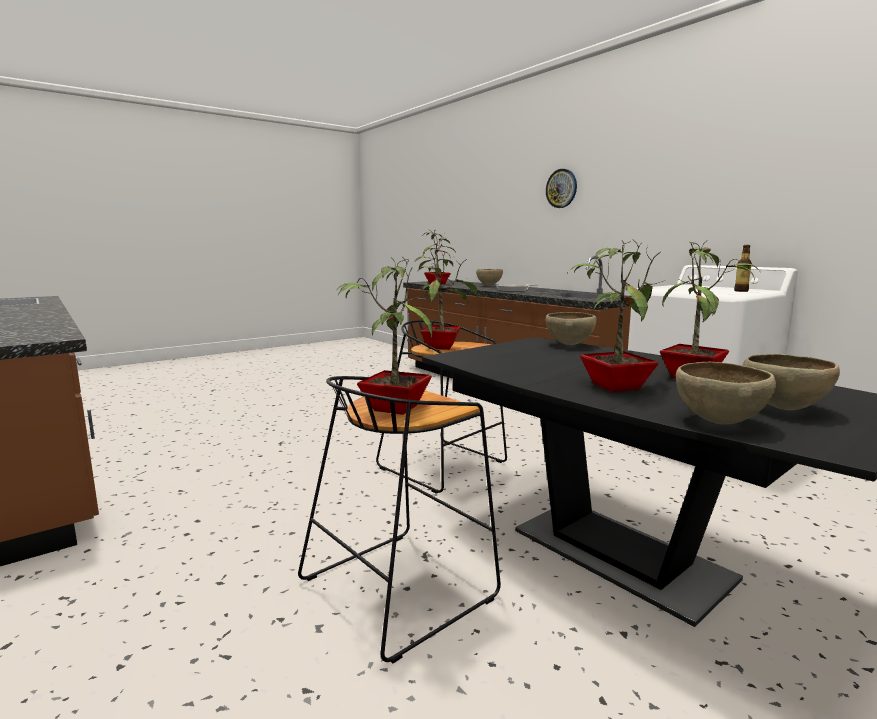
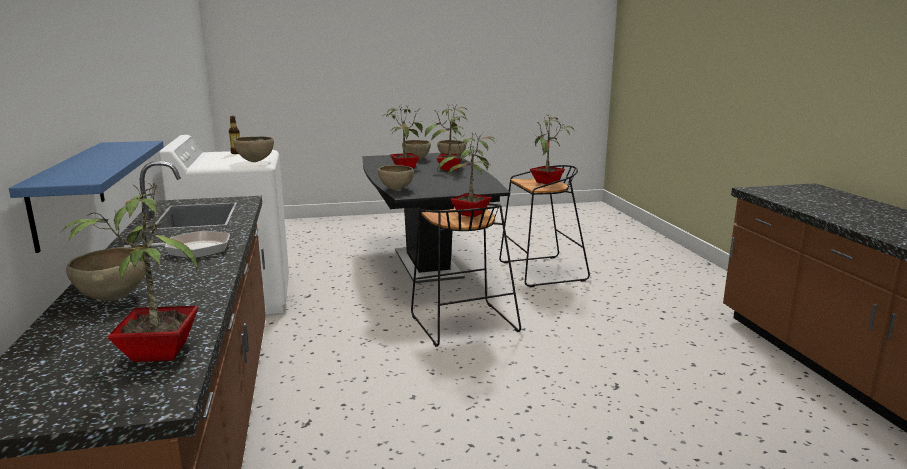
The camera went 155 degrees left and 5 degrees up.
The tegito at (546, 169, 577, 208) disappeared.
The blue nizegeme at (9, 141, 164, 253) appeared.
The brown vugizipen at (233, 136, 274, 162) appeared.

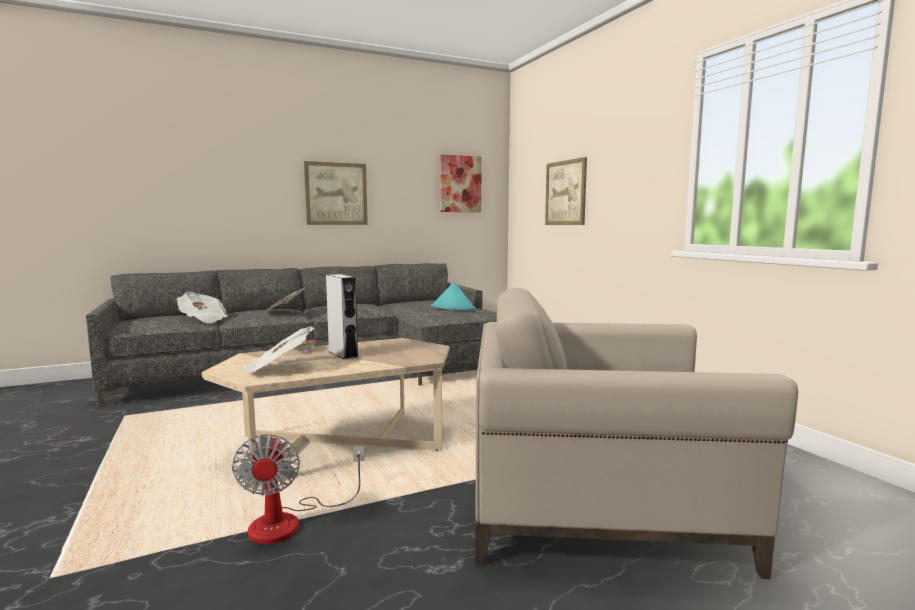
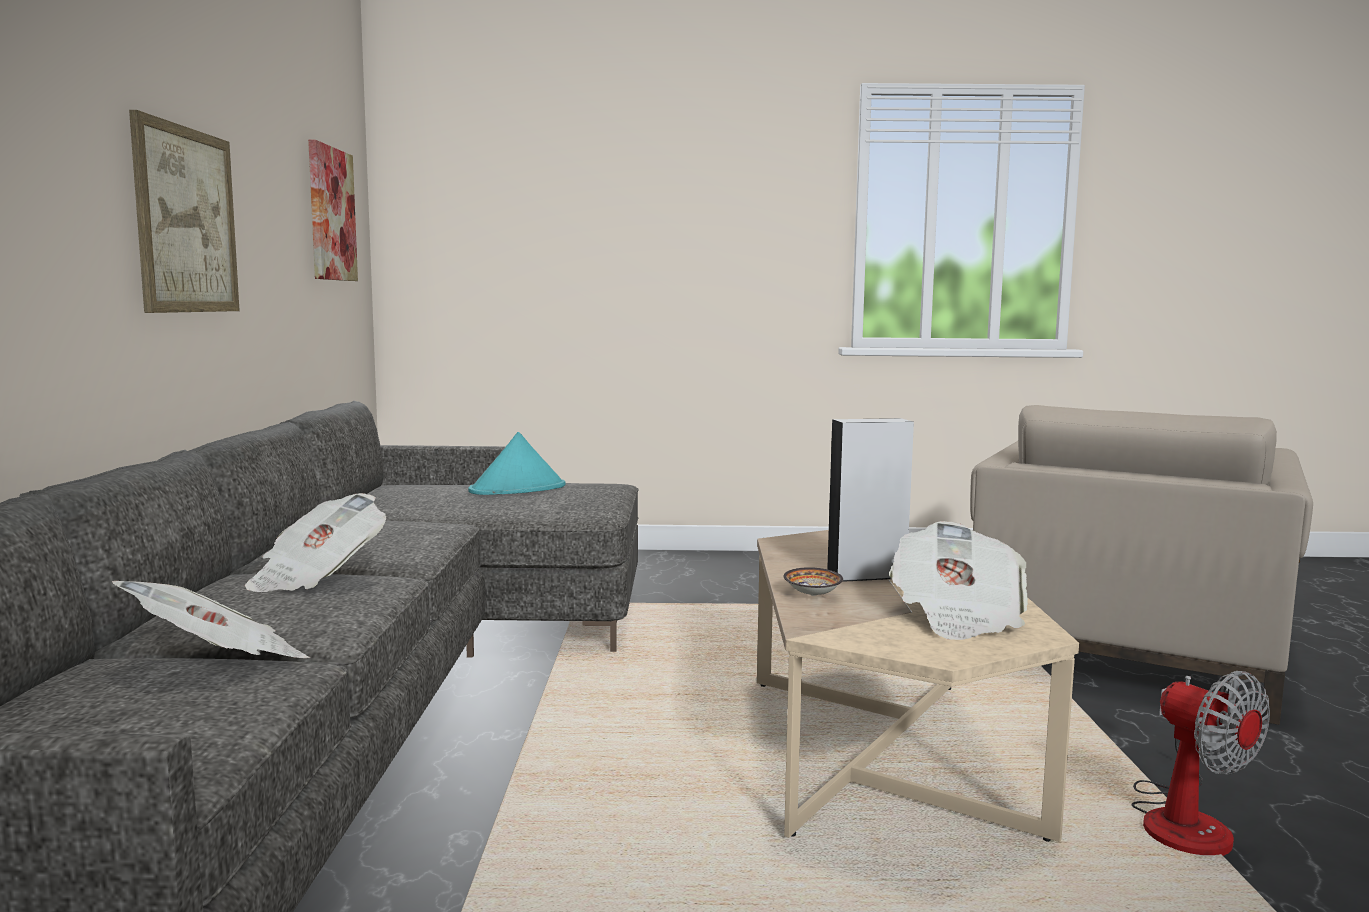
The camera went 65 degrees left and 0 degrees up.
The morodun at (545, 157, 587, 225) disappeared.
The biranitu at (232, 434, 364, 544) turned 45 degrees clockwise.

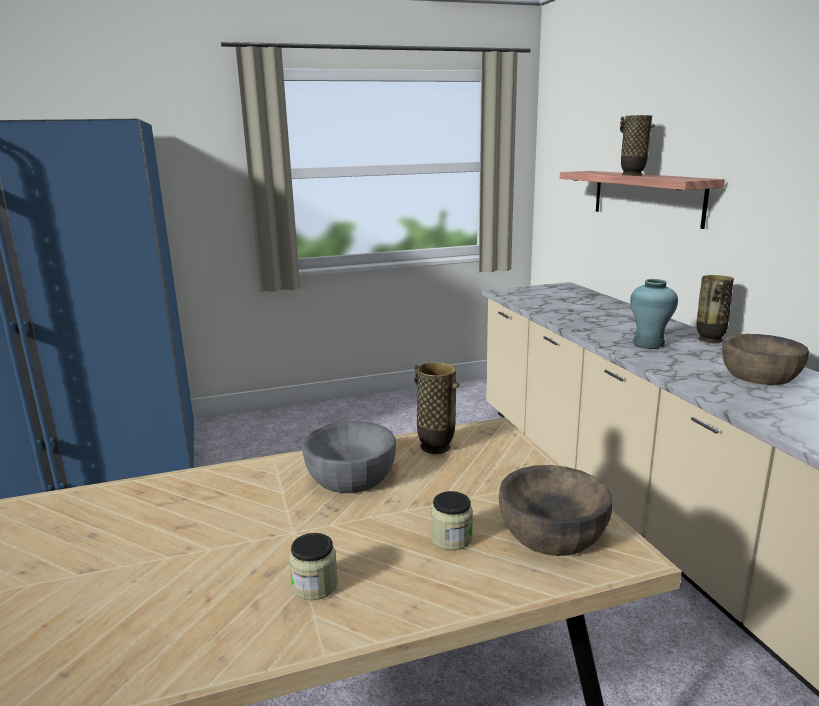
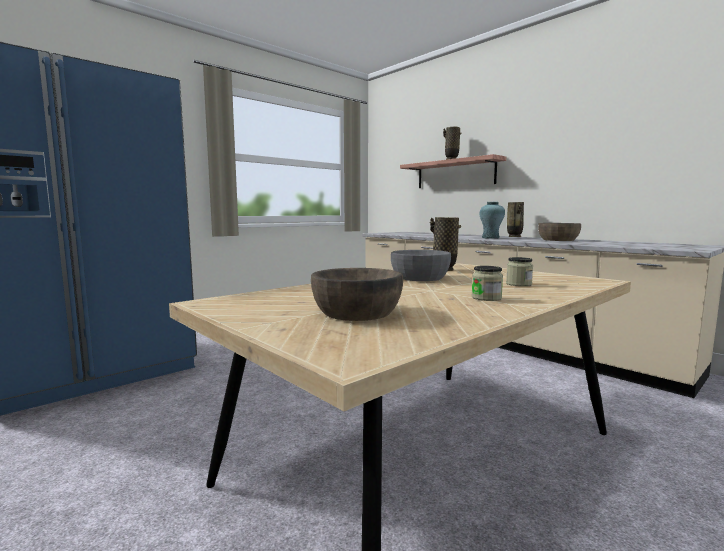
The camera went 25 degrees left and 10 degrees down.
The brown vugizipen moved from (499, 465, 612, 556) to (311, 268, 403, 321).

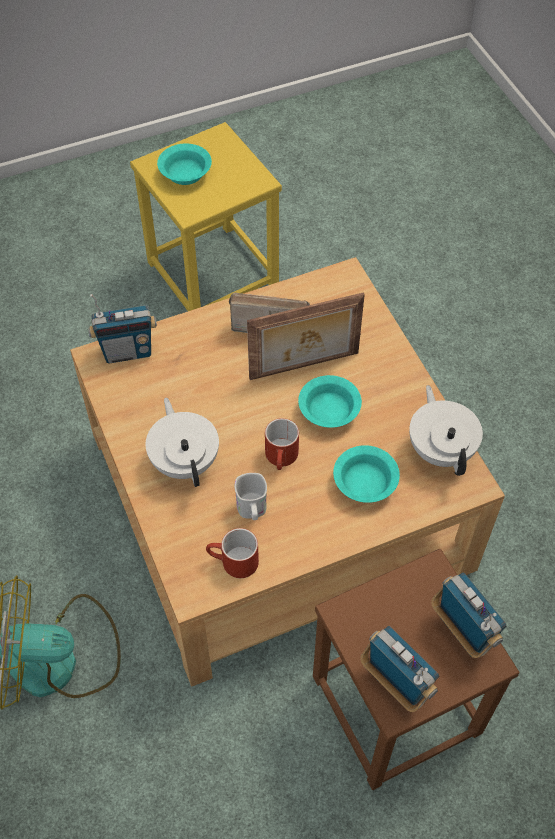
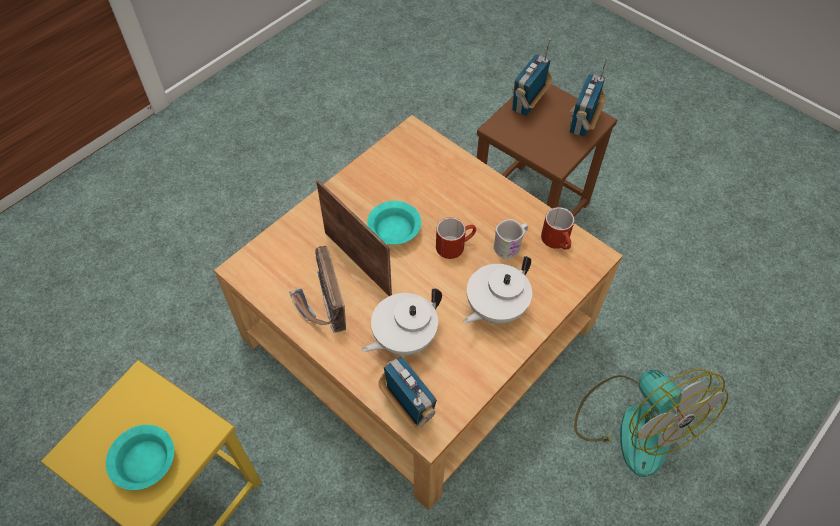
The camera went 115 degrees left and 0 degrees up.
The turquoise vugizipen at (333, 445, 400, 503) disappeared.
The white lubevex moved from (409, 385, 483, 476) to (362, 288, 442, 355).

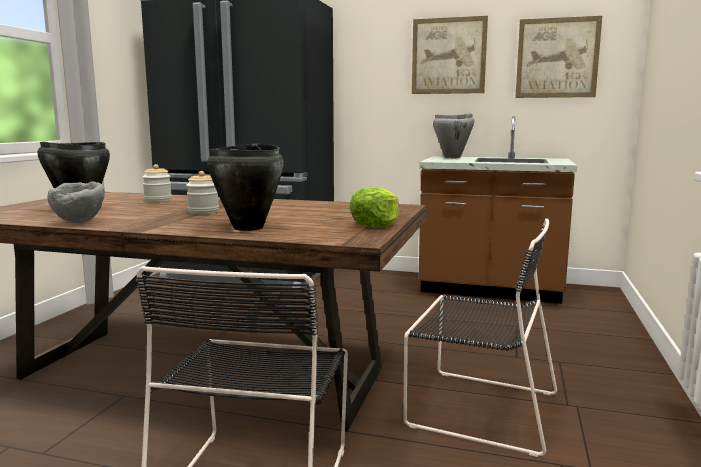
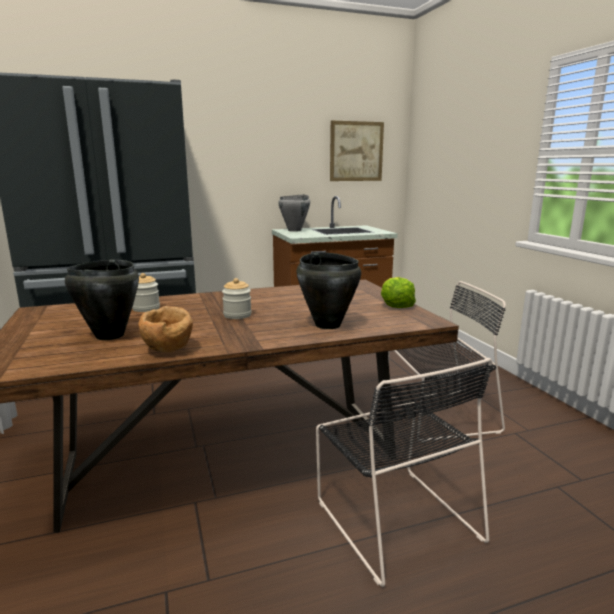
The camera went 35 degrees left and 5 degrees up.
The morodun at (412, 16, 488, 94) disappeared.
The grey vugizipen at (47, 181, 105, 223) became the brown vugizipen at (138, 306, 193, 353).

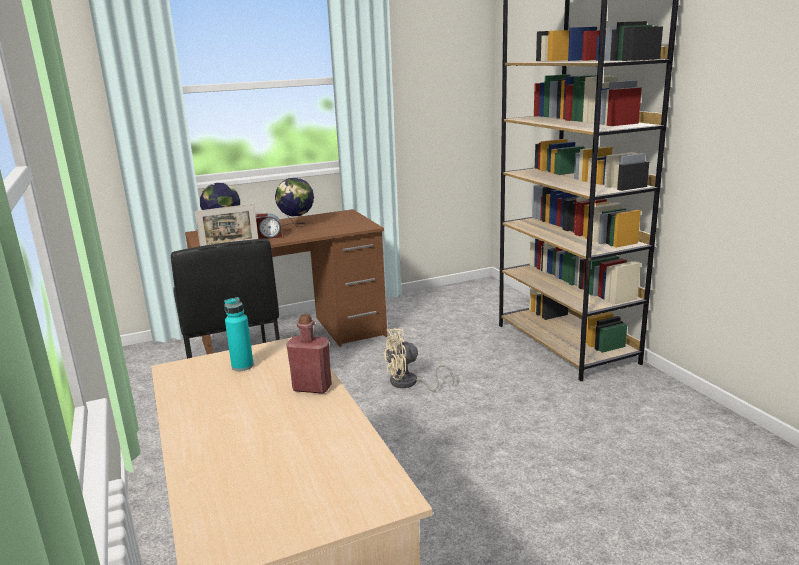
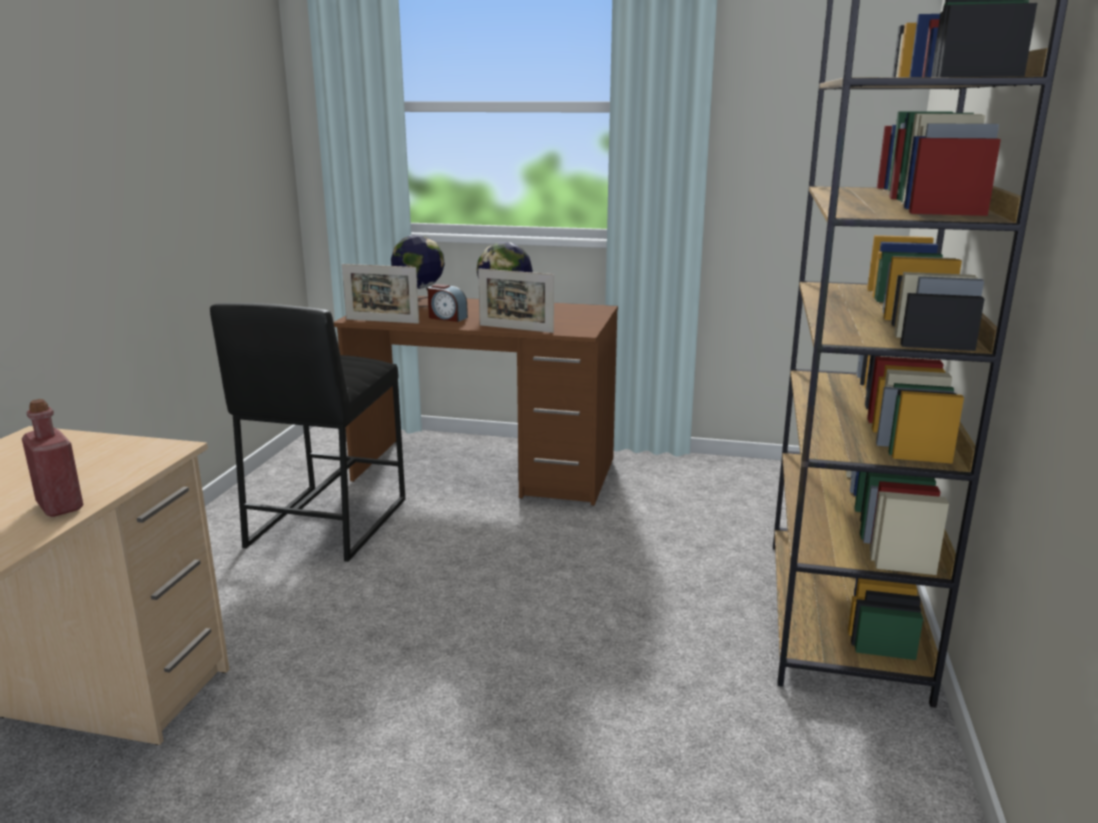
The camera went 35 degrees right and 0 degrees up.
The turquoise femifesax at (224, 297, 254, 371) disappeared.
The beige biranitu at (383, 328, 454, 391) disappeared.
The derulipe at (478, 268, 554, 333) appeared.

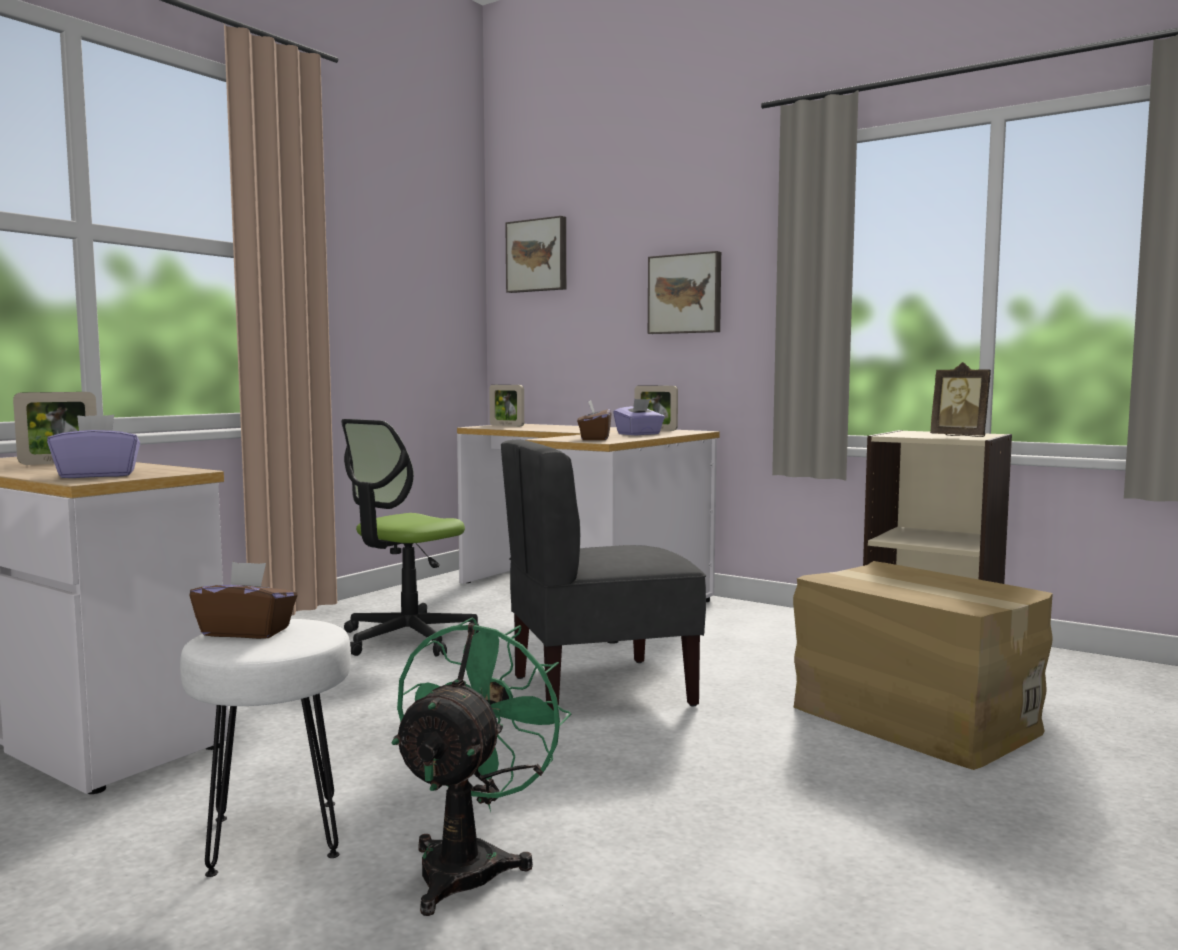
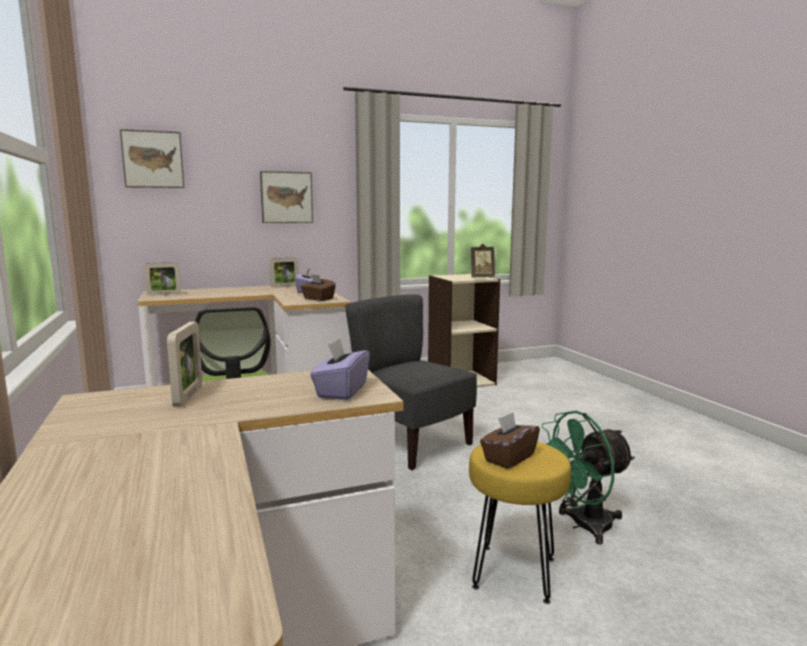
The camera went 55 degrees left and 5 degrees up.
The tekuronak at (793, 561, 1053, 770) disappeared.
The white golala at (180, 619, 351, 877) became the yellow golala at (469, 442, 571, 604).
The green biranitu at (391, 618, 571, 916) turned 75 degrees counterclockwise.
The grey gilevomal at (501, 440, 706, 711) turned 120 degrees clockwise.

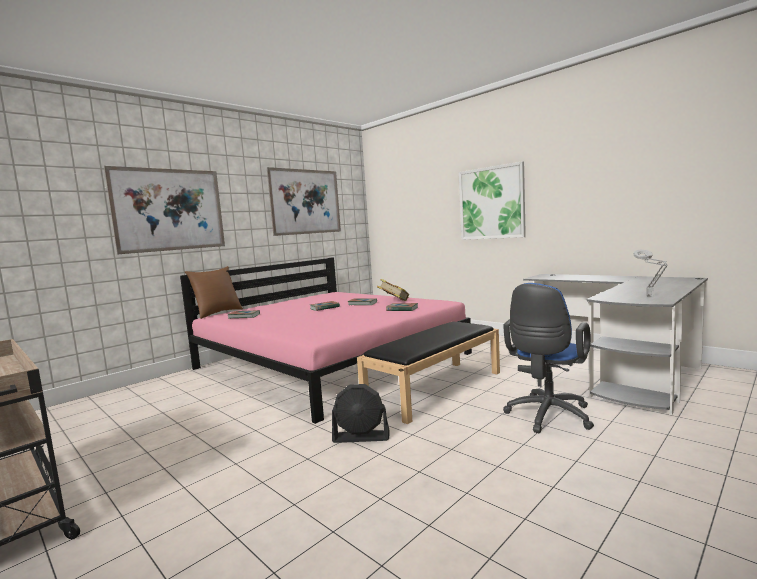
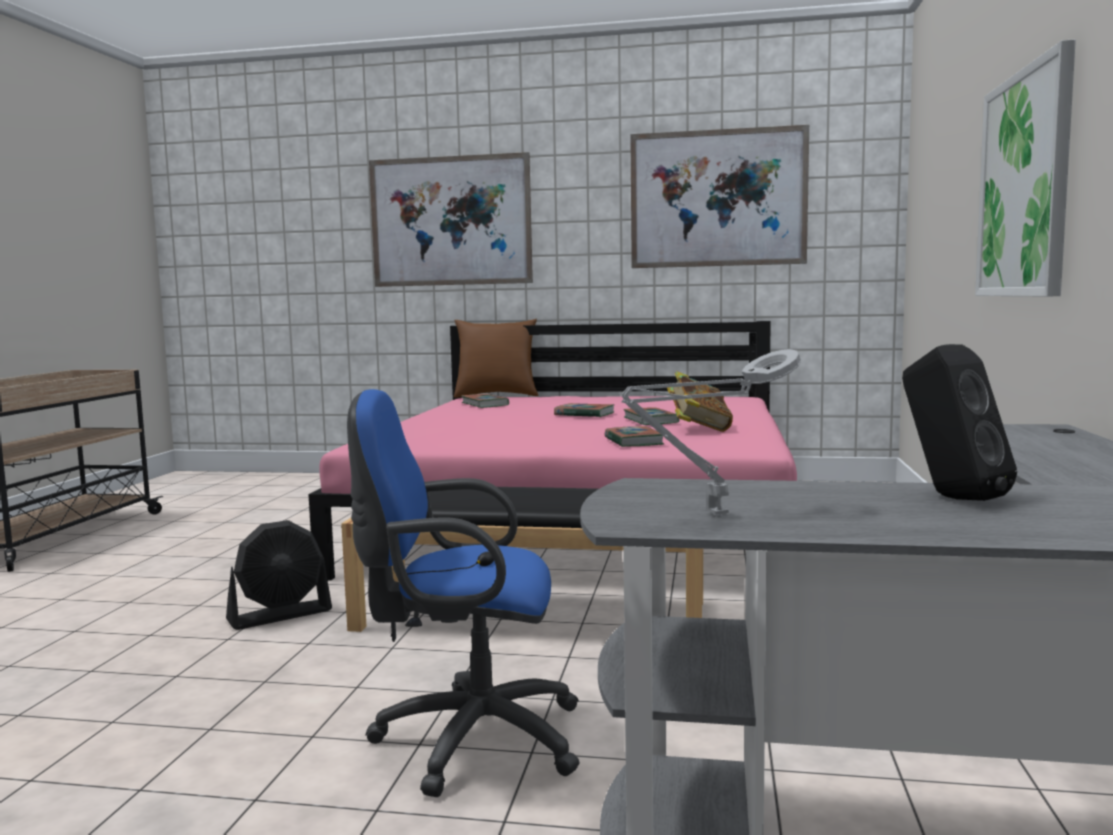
The camera went 55 degrees right and 0 degrees up.
The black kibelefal at (902, 344, 1017, 501) appeared.
The black biranitu at (332, 384, 390, 443) turned 90 degrees counterclockwise.

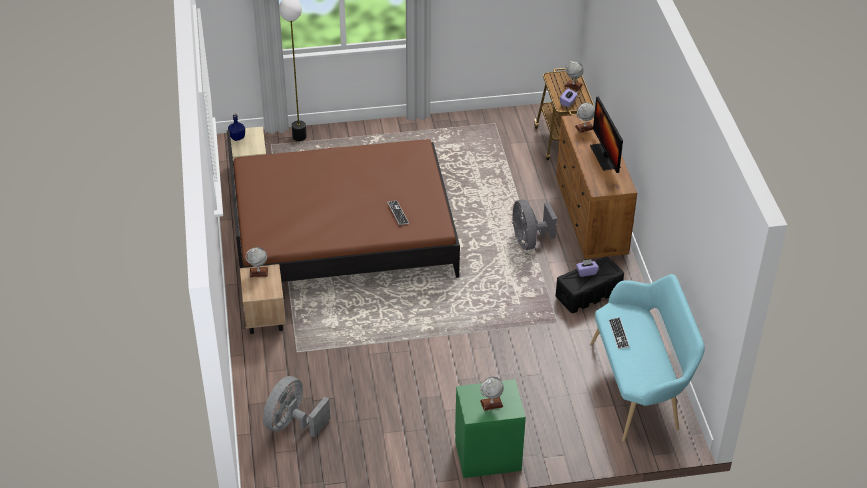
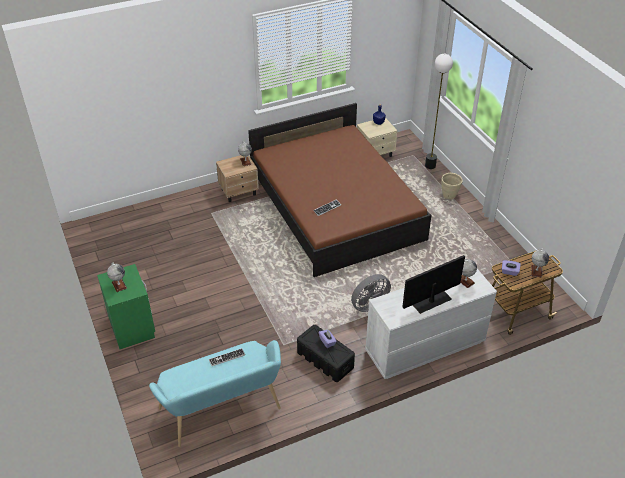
The camera went 75 degrees right and 0 degrees up.
The grey biranitu at (263, 376, 330, 438) disappeared.
The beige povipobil at (442, 173, 463, 199) appeared.
The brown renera at (556, 115, 637, 259) became the white renera at (365, 269, 497, 379).

